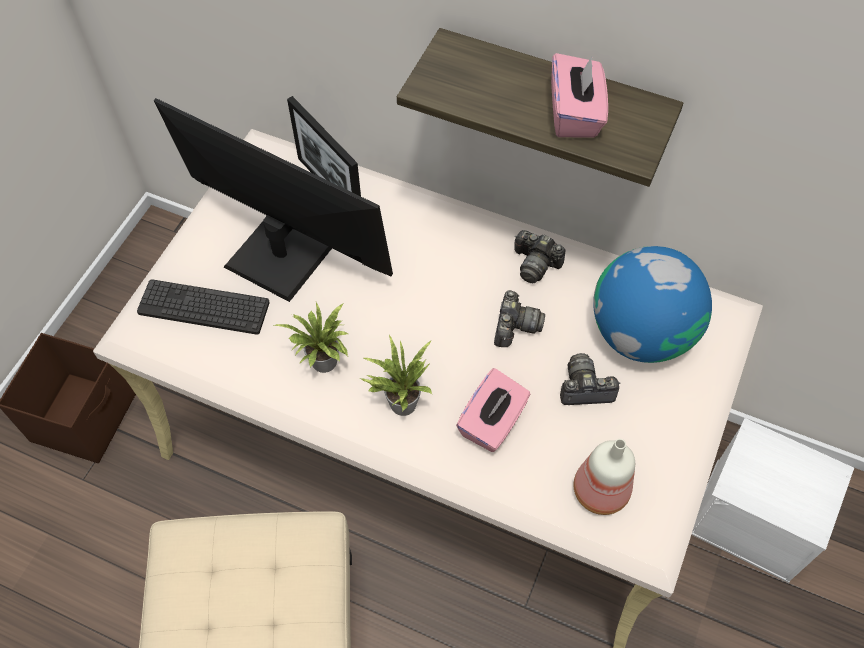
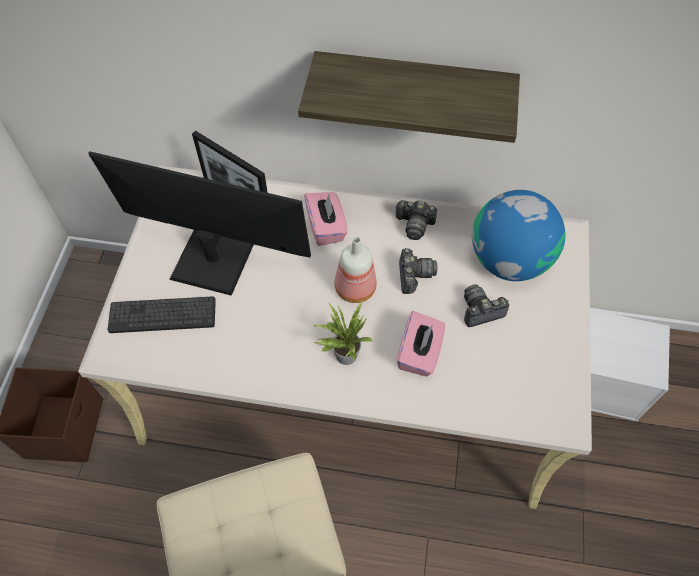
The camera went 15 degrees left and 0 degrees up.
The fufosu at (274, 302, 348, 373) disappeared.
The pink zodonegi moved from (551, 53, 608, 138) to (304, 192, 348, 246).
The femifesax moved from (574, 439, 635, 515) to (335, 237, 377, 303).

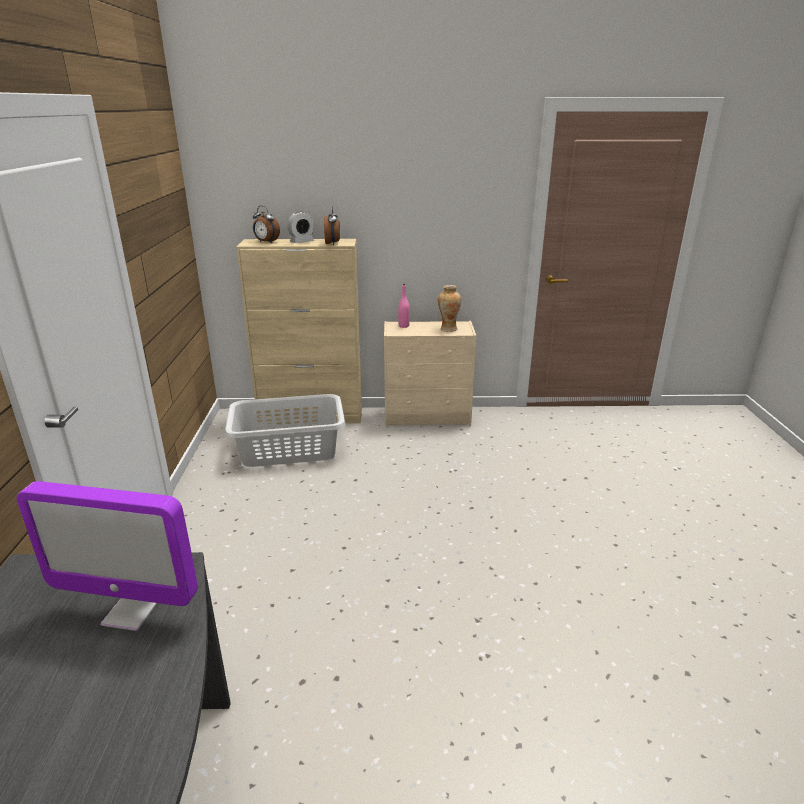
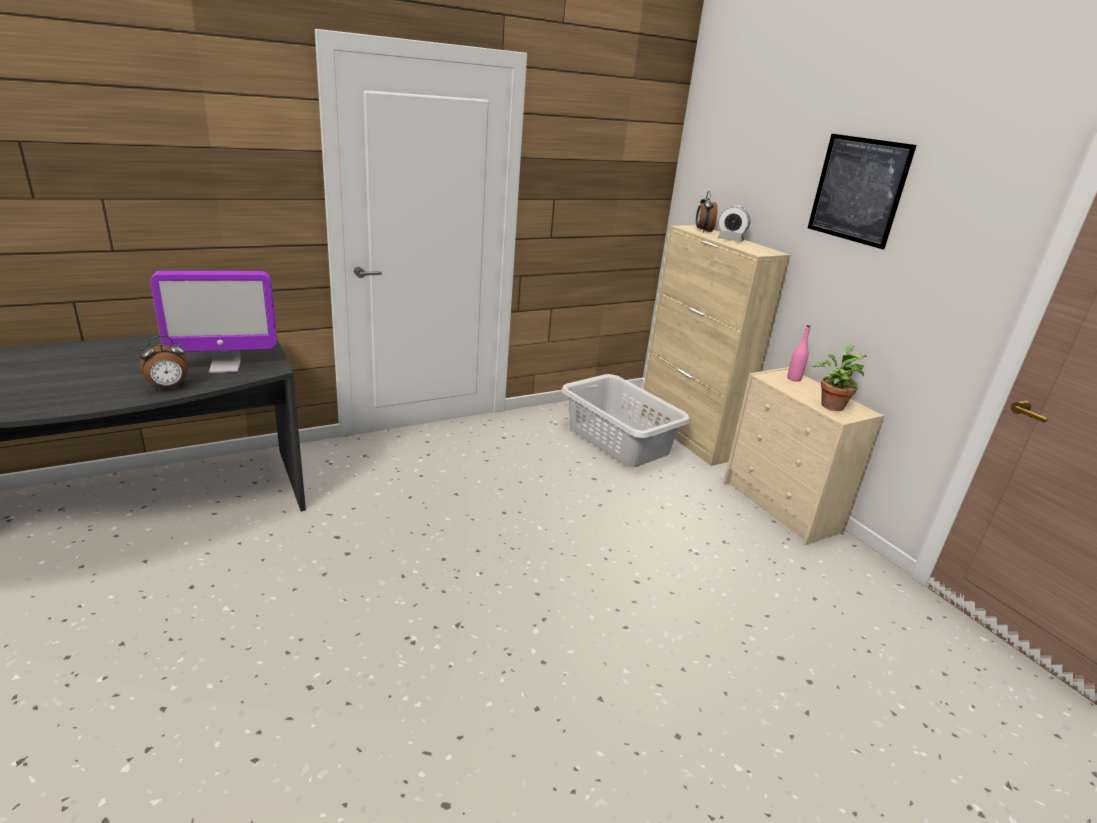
The camera went 60 degrees right and 0 degrees up.
The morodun at (808, 134, 917, 249) appeared.
The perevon moved from (324, 207, 340, 245) to (140, 335, 188, 391).
The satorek at (438, 285, 461, 332) was replaced by the fufosu at (812, 345, 866, 411).
The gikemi at (17, 481, 198, 631) turned 90 degrees counterclockwise.

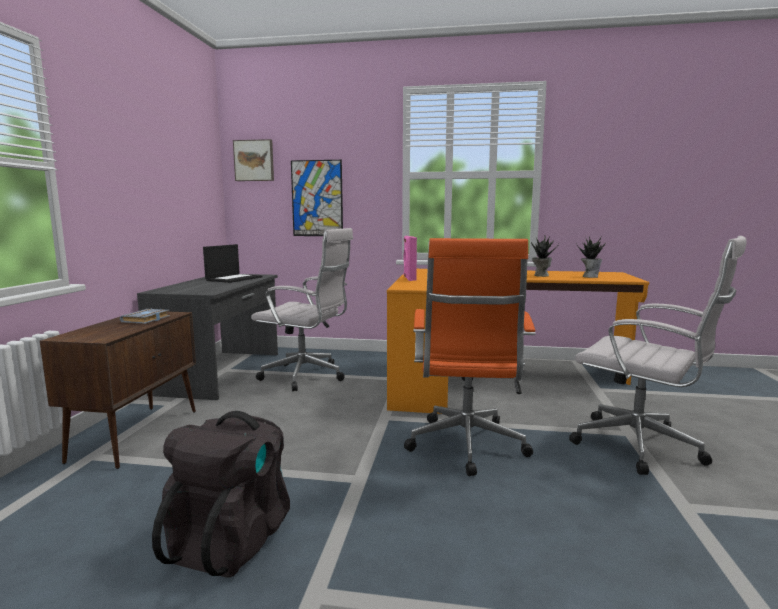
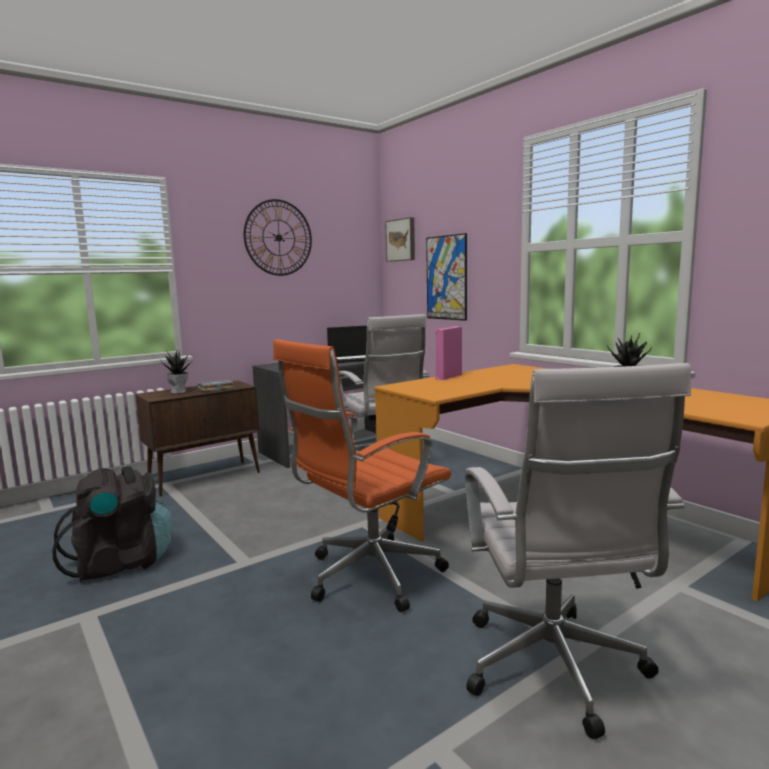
The camera went 45 degrees right and 0 degrees up.
The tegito at (244, 199, 312, 276) appeared.
The fufosu moved from (576, 236, 606, 278) to (160, 351, 193, 394).

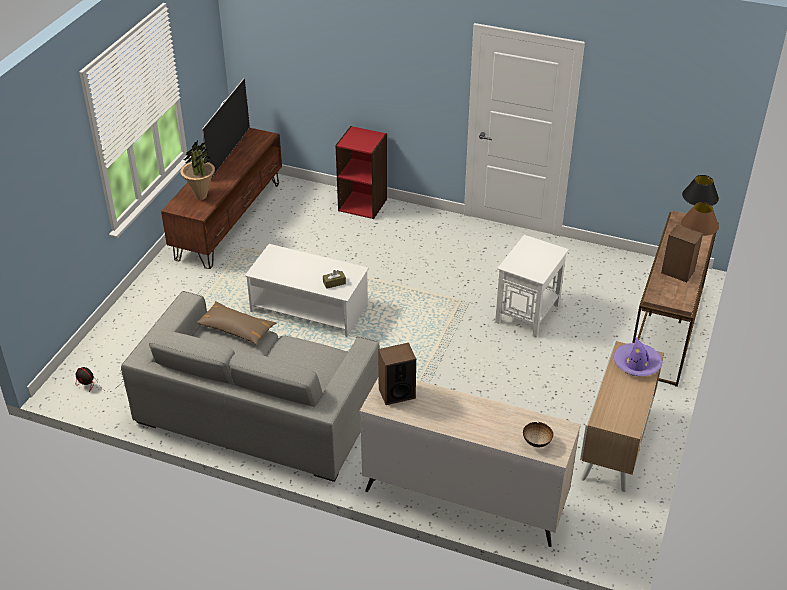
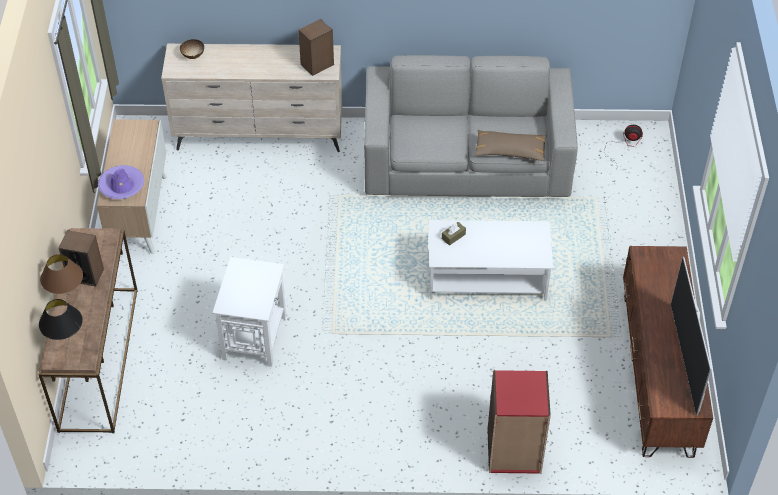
The camera went 160 degrees right and 10 degrees up.
The fufosu at (181, 141, 215, 200) disappeared.

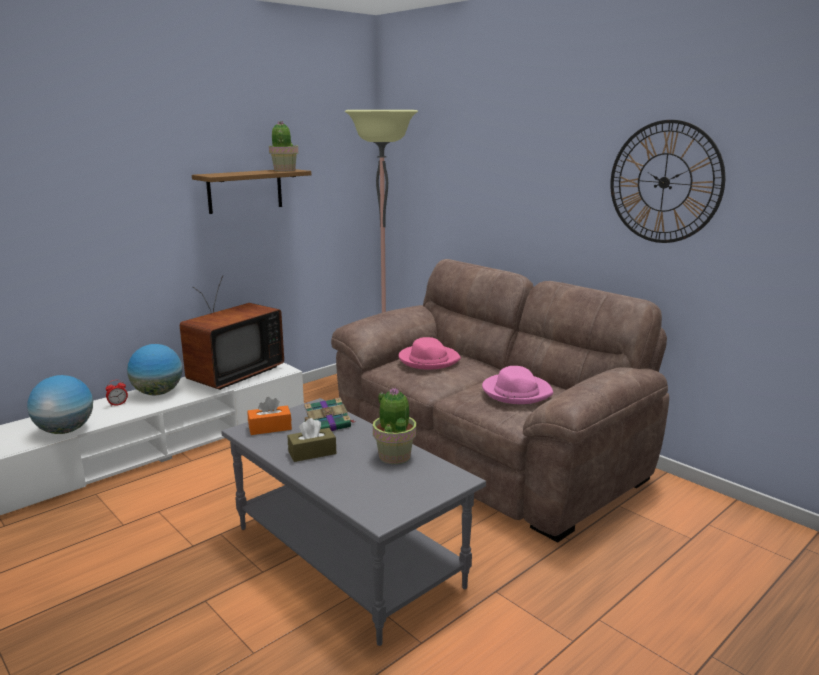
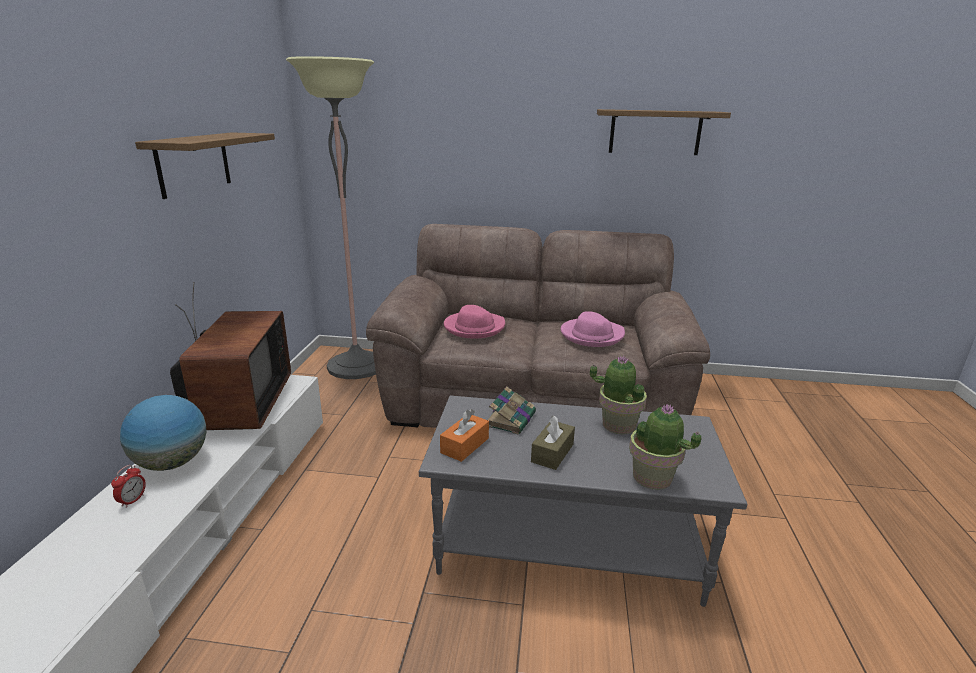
The camera went 40 degrees left and 5 degrees up.
The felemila at (27, 375, 93, 434) disappeared.
The fufosu moved from (269, 121, 298, 171) to (629, 404, 701, 490).
The tegito at (610, 120, 725, 243) was replaced by the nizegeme at (597, 109, 731, 155).

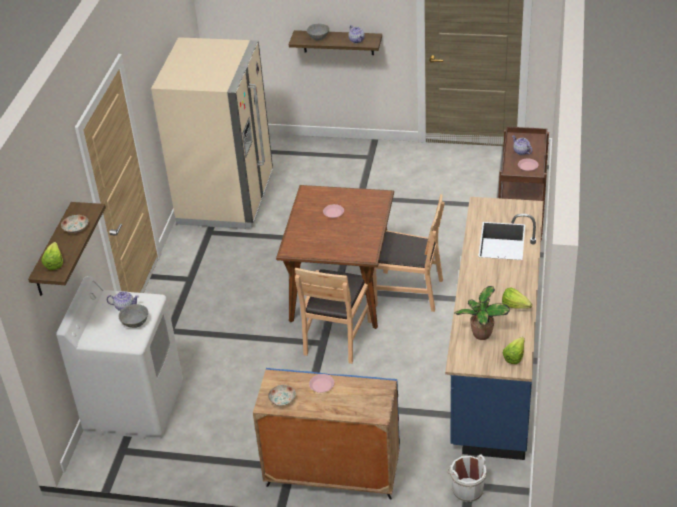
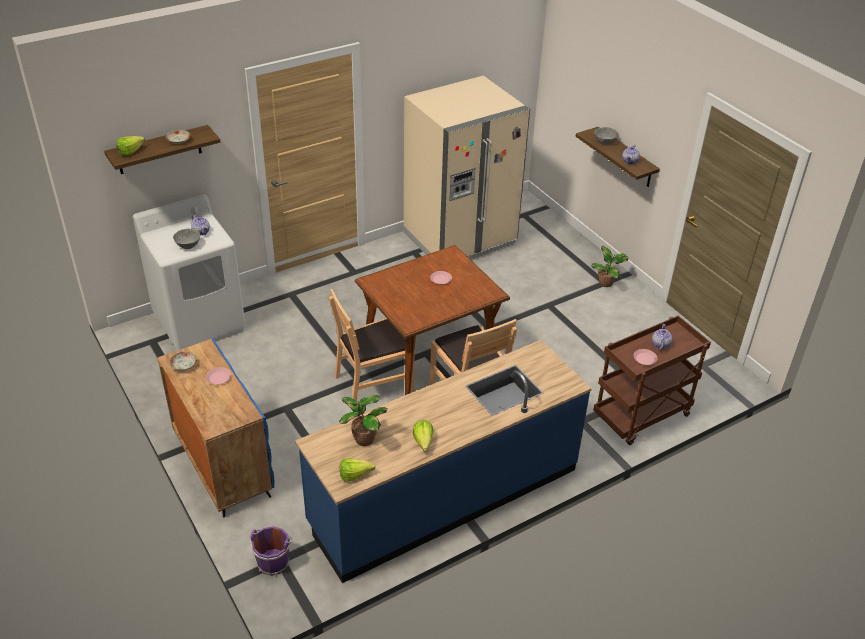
The camera went 45 degrees right and 0 degrees up.
The fufosu at (591, 246, 628, 287) appeared.
The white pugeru at (447, 454, 487, 502) became the purple pugeru at (250, 526, 293, 576).

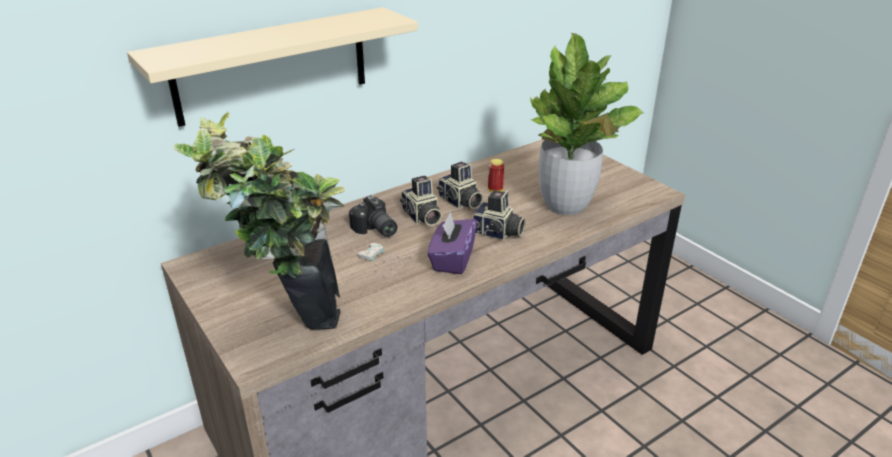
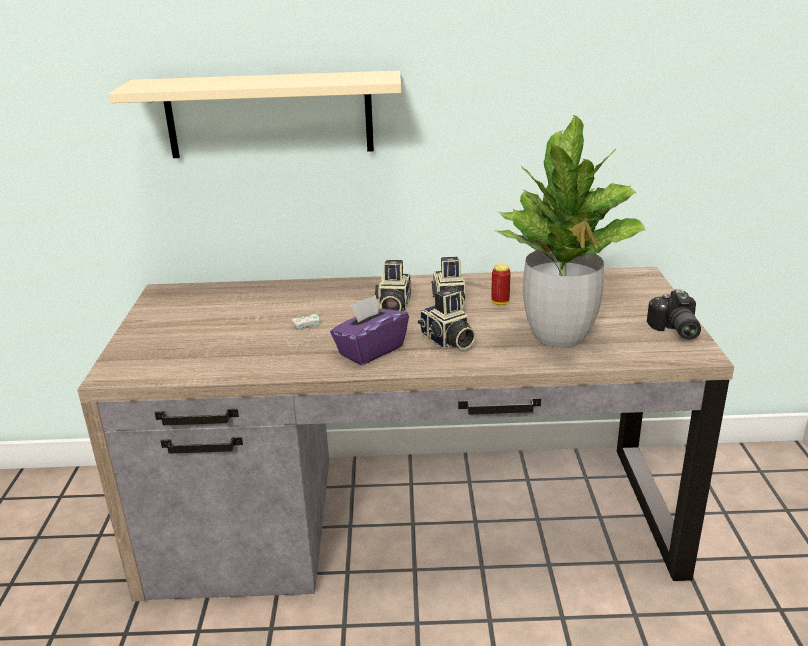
The camera went 35 degrees right and 5 degrees down.
The fufosu at (172, 112, 345, 330) disappeared.
The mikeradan moved from (349, 195, 397, 237) to (647, 289, 701, 340).

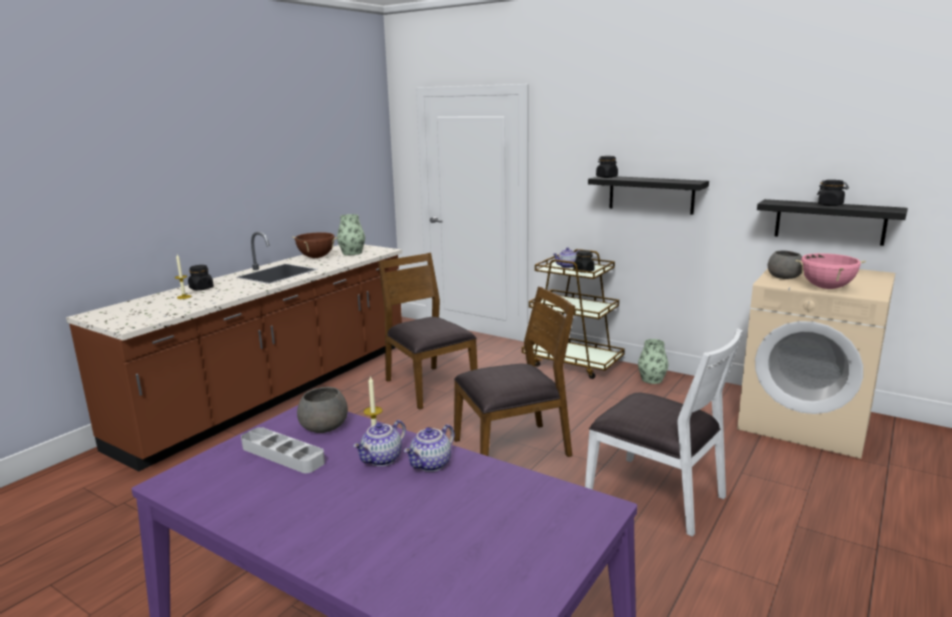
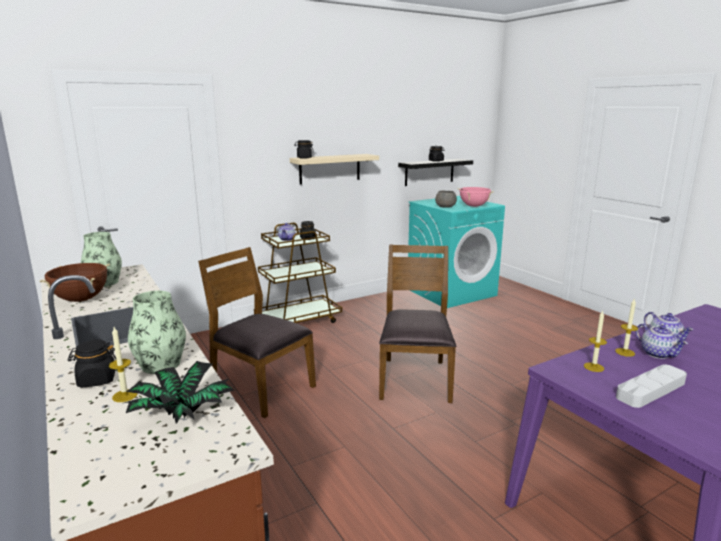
The camera went 65 degrees left and 0 degrees up.
The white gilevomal at (585, 328, 743, 537) disappeared.
The fufosu at (124, 361, 234, 424) appeared.
The satorek moved from (638, 339, 668, 384) to (128, 291, 186, 374).
The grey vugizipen at (297, 387, 348, 433) was replaced by the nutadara at (584, 311, 607, 372).
The black nizegeme at (588, 176, 709, 215) became the beige nizegeme at (290, 154, 379, 185).
The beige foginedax at (737, 269, 895, 459) became the turquoise foginedax at (408, 196, 505, 308).
The brown gilevomal at (378, 253, 478, 410) turned 45 degrees clockwise.

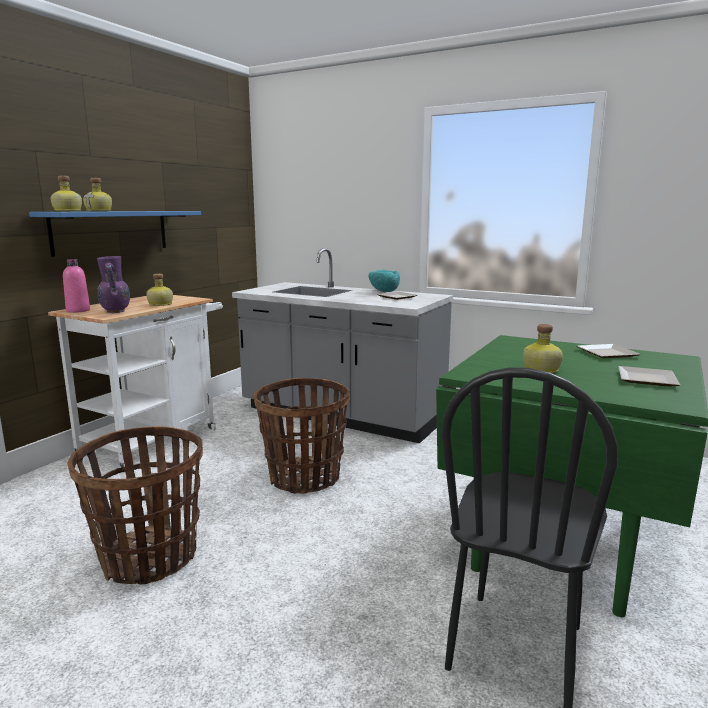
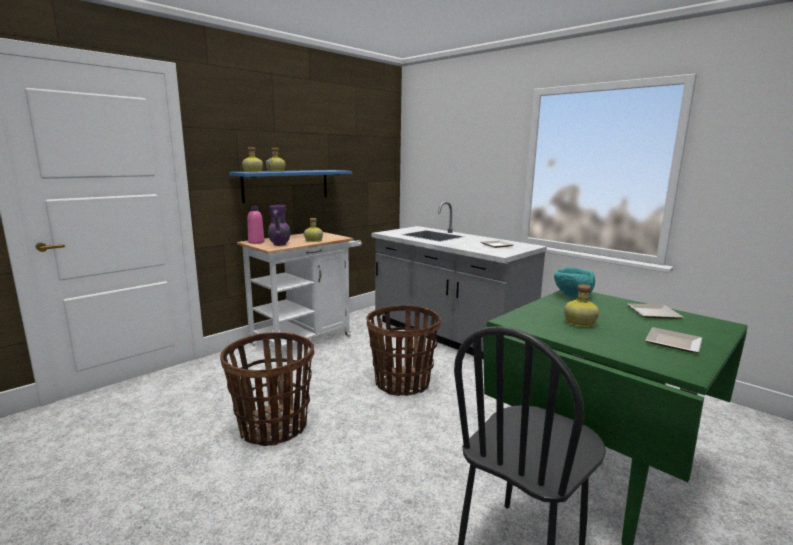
The camera went 15 degrees right and 0 degrees up.
The turquoise vugizipen moved from (369, 270, 400, 292) to (554, 267, 595, 298).

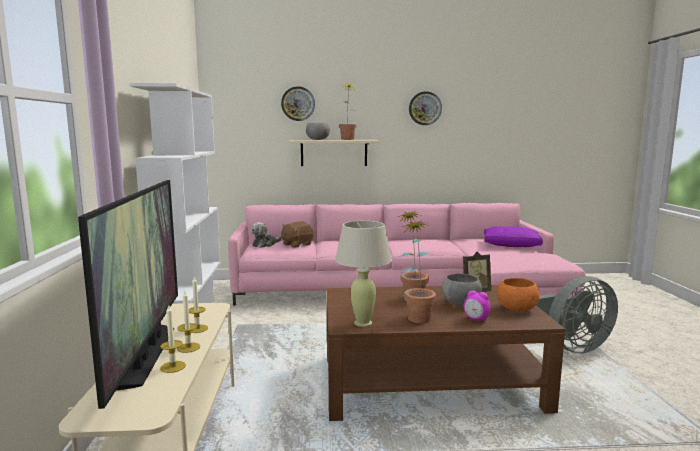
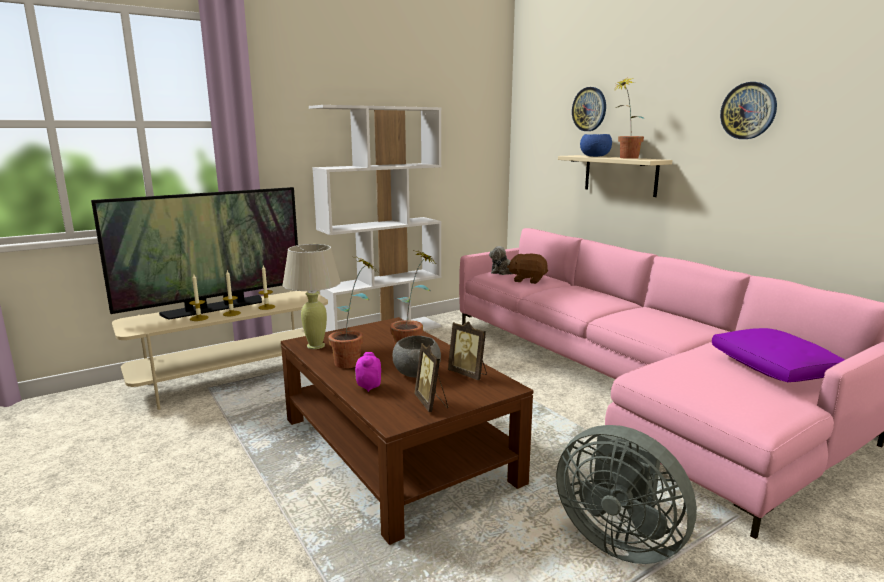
The camera went 60 degrees right and 5 degrees up.
The orange vugizipen at (497, 278, 540, 312) was replaced by the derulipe at (414, 343, 448, 412).
The grey vugizipen at (306, 123, 330, 140) became the blue vugizipen at (580, 134, 612, 157).

